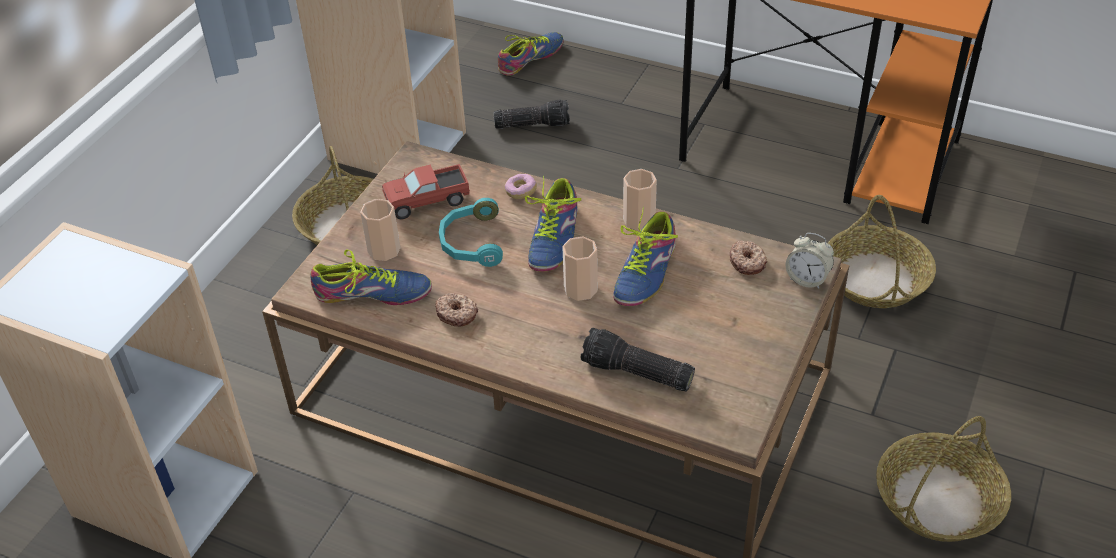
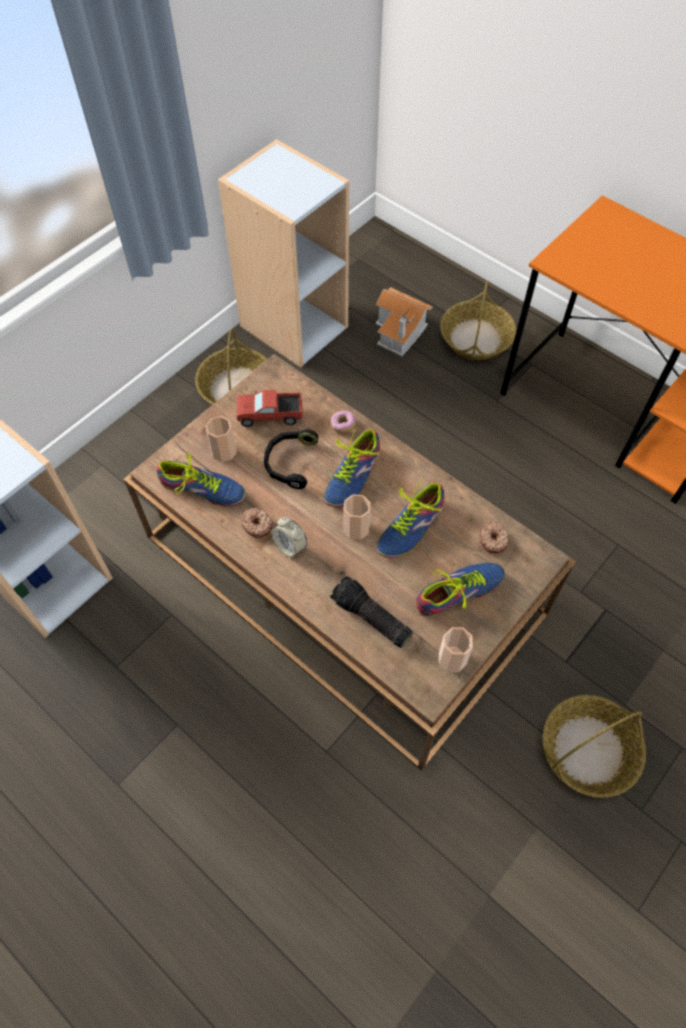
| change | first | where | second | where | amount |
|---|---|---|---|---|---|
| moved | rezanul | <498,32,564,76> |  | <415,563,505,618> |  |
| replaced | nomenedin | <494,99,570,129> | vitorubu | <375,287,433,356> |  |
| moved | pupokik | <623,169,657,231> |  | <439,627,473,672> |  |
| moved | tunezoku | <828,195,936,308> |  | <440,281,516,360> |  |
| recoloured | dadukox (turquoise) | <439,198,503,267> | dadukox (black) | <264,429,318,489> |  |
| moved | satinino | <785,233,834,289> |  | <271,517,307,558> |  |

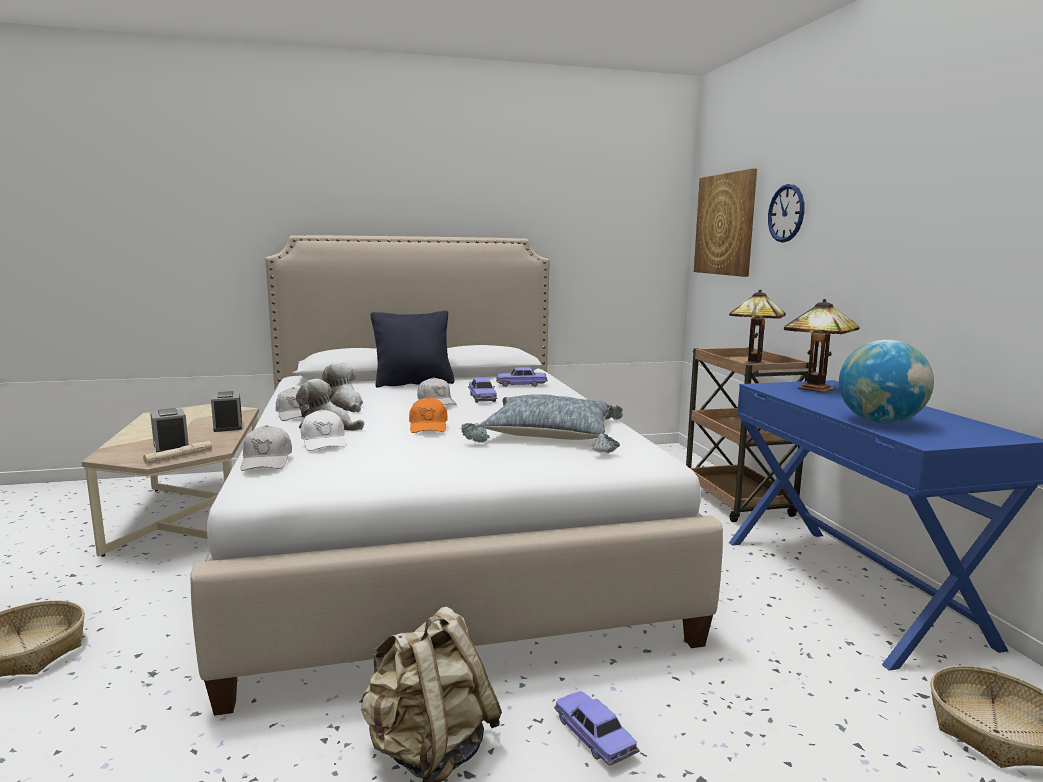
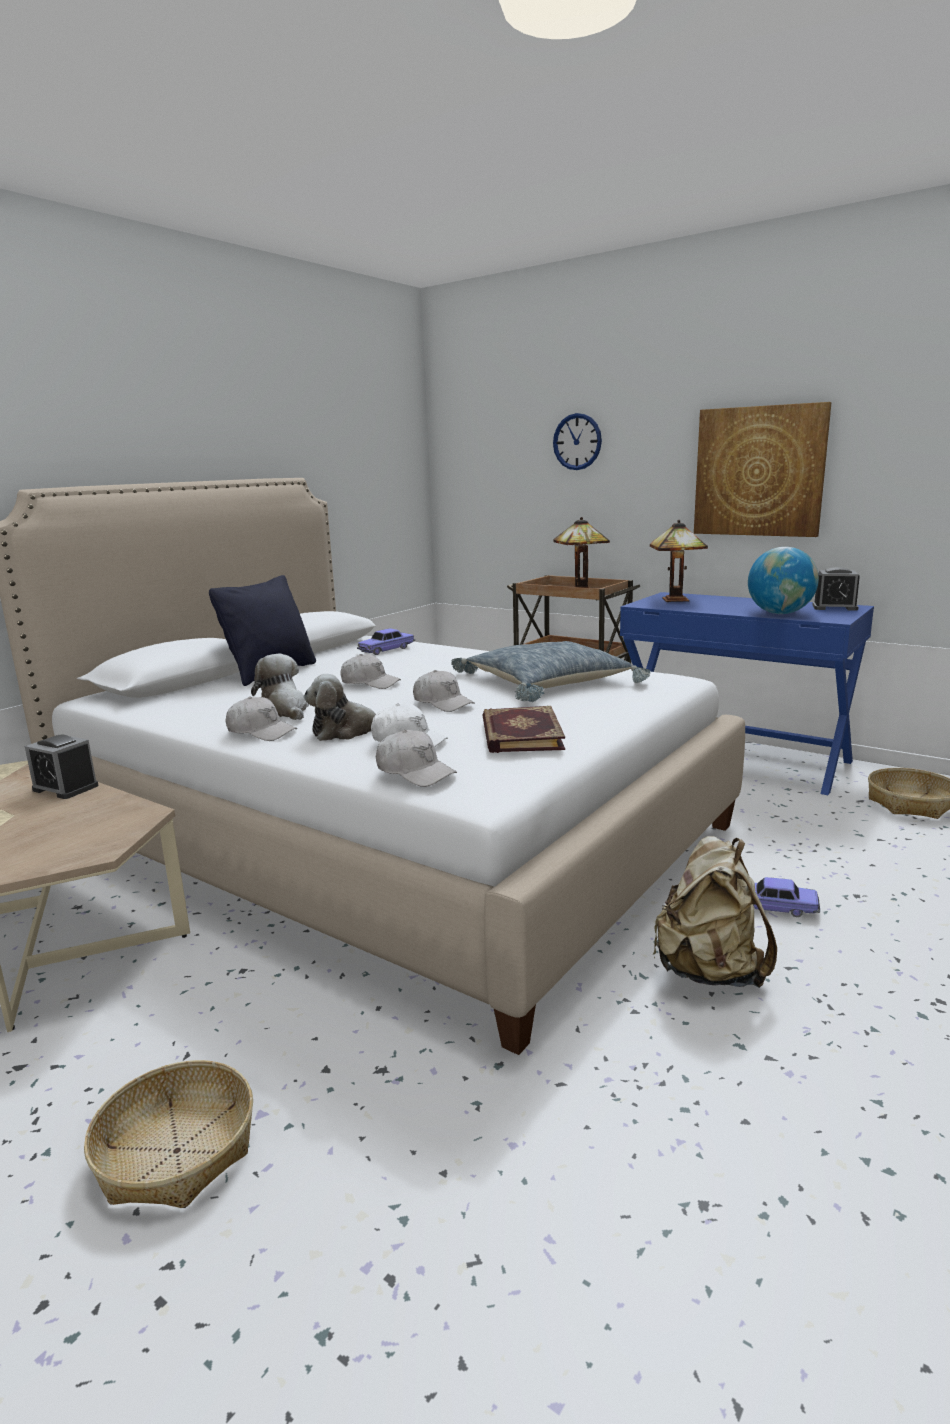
| change | first | where | second | where | amount |
|---|---|---|---|---|---|
| moved | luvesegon | <694,168,757,277> |  | <694,402,832,537> |  |
| turned | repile | <322,363,363,412> |  | <251,654,309,720> | 45 degrees clockwise |
| removed | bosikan | <468,378,497,403> |  |  |  |
| recoloured | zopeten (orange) | <409,397,448,433> | zopeten (white) | <413,670,475,712> |  |
| moved | satinino | <150,408,189,453> |  | <813,567,860,611> |  |
| removed | nomenedin (beige) | <143,441,212,464> |  |  |  |
| added |  |  | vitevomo | <483,706,565,753> |  |

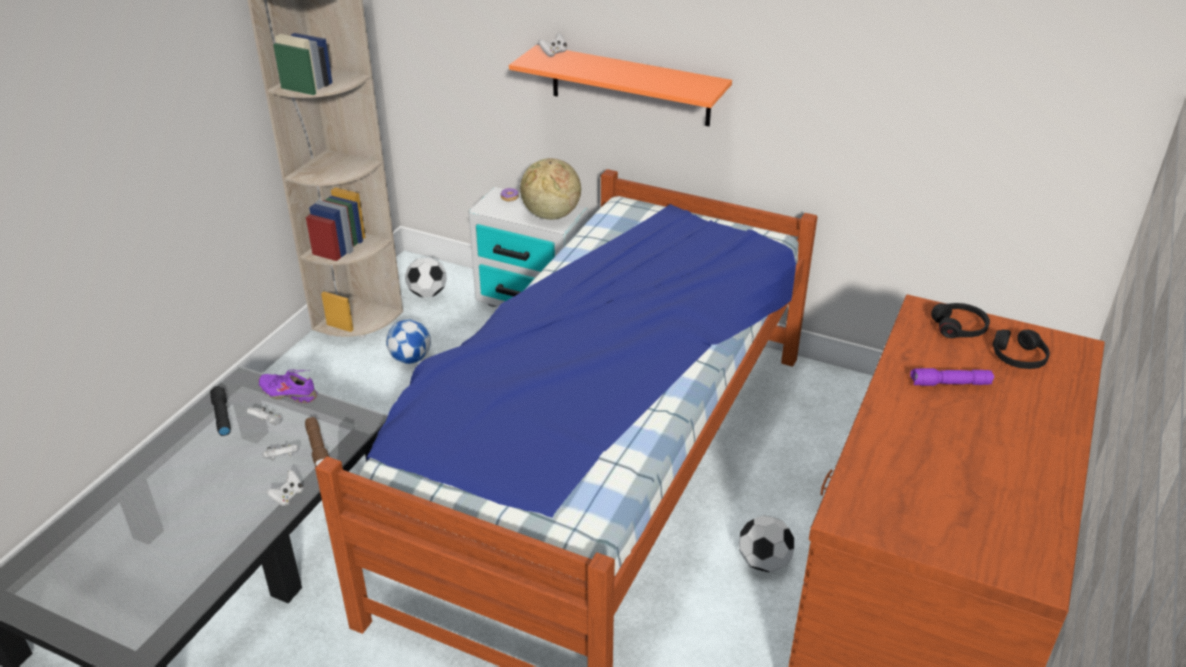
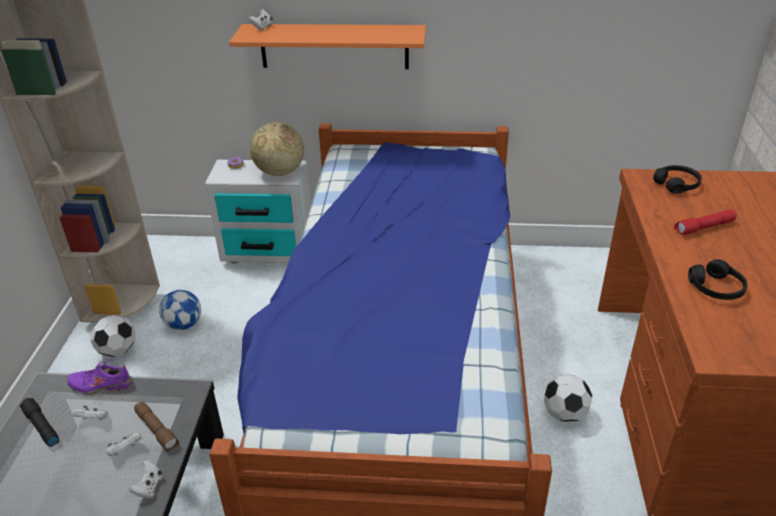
| change | first | where | second | where | amount |
|---|---|---|---|---|---|
| moved | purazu | <405,257,447,298> |  | <91,315,136,357> |  |
| moved | dadukox (black) | <993,330,1050,369> |  | <688,259,747,300> |  |
| recoloured | nomenedin (purple) | <910,368,994,386> | nomenedin (red) | <674,210,737,235> |  |

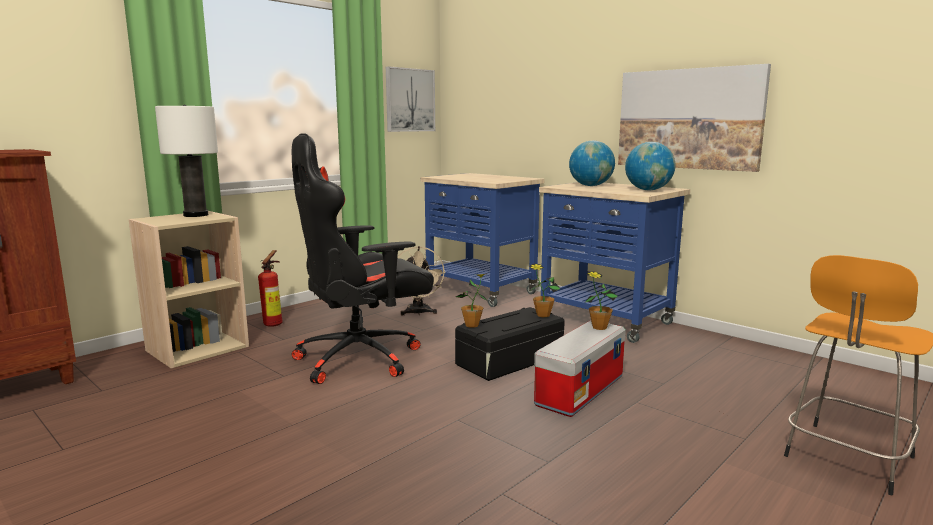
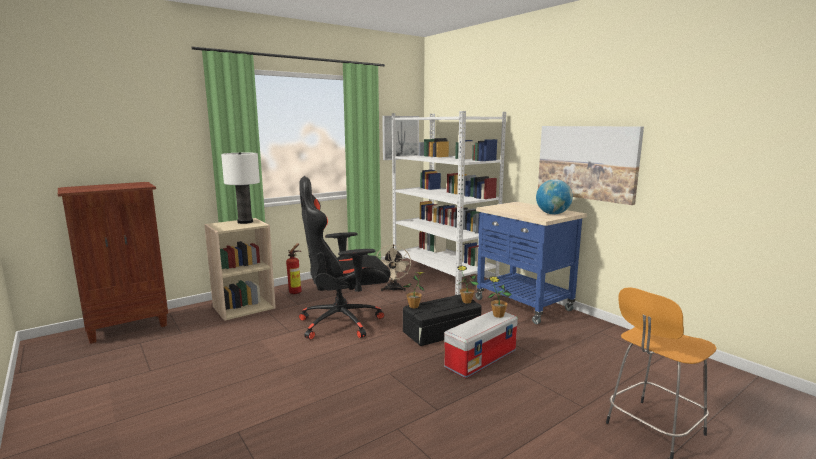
| change | first | where | second | where | amount |
|---|---|---|---|---|---|
| removed | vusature | <569,141,615,186> |  |  |  |
| replaced | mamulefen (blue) | <420,173,544,307> | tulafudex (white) | <392,111,506,295> |  |

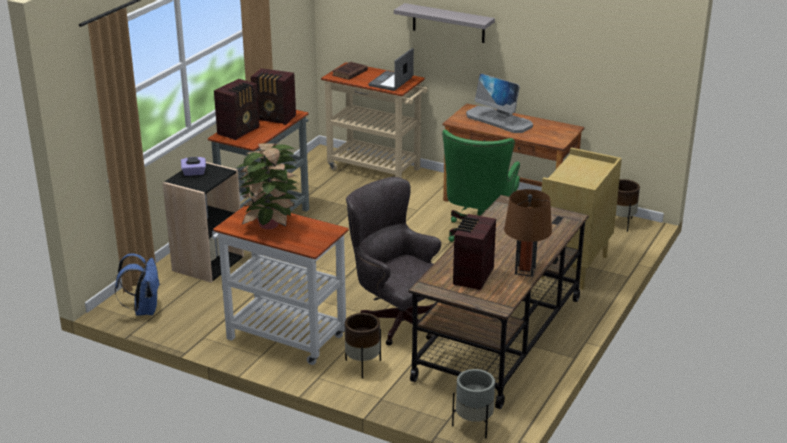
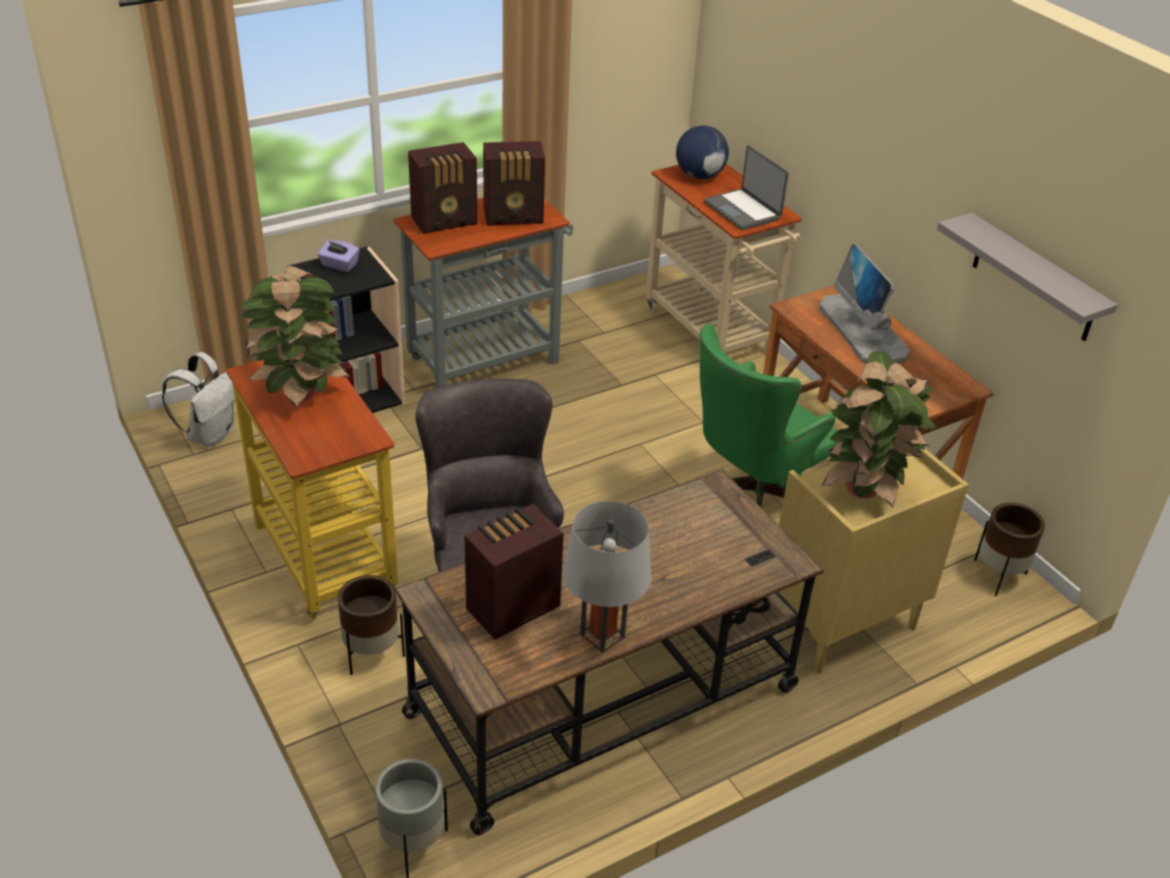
| change | first | where | second | where | amount |
|---|---|---|---|---|---|
| moved | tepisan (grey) | <394,3,495,43> |  | <937,213,1118,341> |  |
| turned | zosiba | <368,48,414,91> |  | <704,146,789,230> | 90 degrees counterclockwise |
| replaced | vitevomo (brown) | <332,62,368,80> | vusature | <676,125,729,179> |  |
| turned | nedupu | <251,68,296,124> |  | <483,141,545,226> | 60 degrees counterclockwise |
| recoloured | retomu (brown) | <504,189,552,277> | retomu (grey) | <563,501,651,653> |  |
| recoloured | mamulefen (white) | <212,206,349,365> | mamulefen (yellow) | <226,360,398,620> |  |
| recoloured | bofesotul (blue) | <115,253,160,315> | bofesotul (white) | <162,352,235,447> |  |
| added |  |  | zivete | <822,351,937,507> |  |

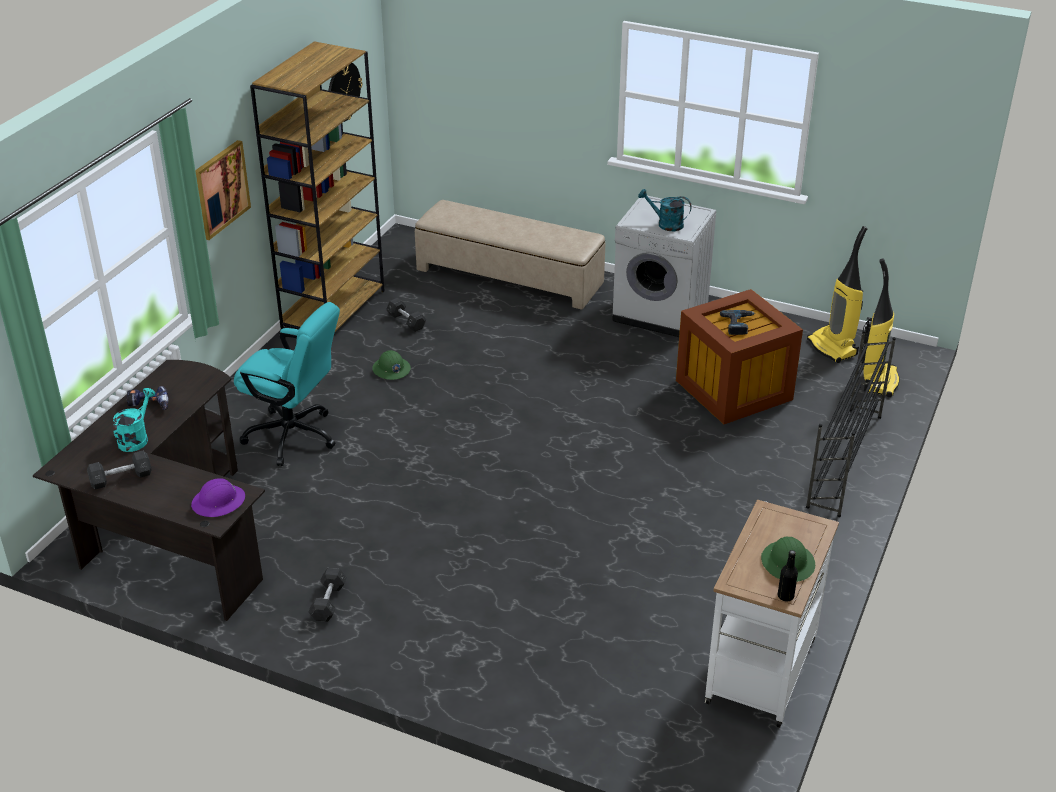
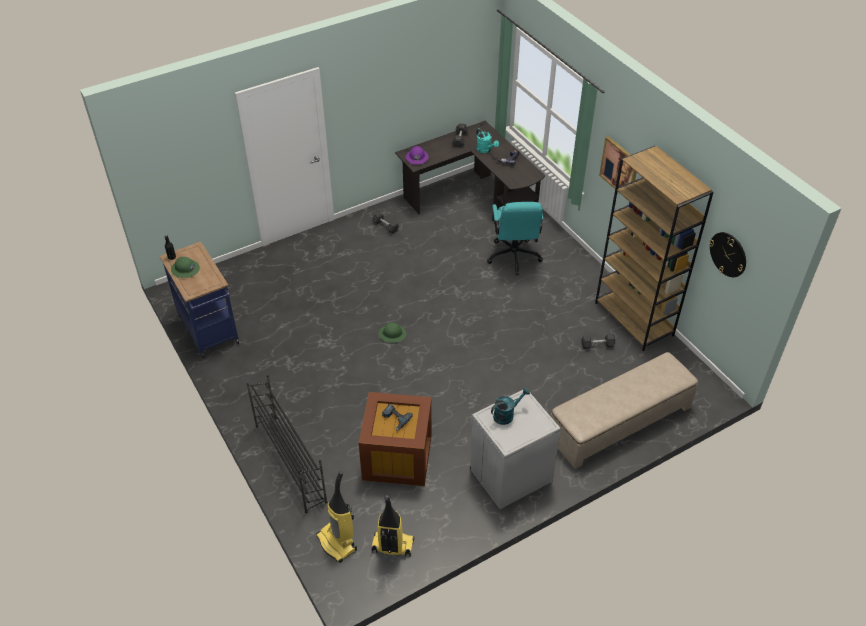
| change | first | where | second | where | amount |
|---|---|---|---|---|---|
| turned | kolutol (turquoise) | <234,302,340,466> |  | <487,202,543,275> | 60 degrees counterclockwise |
| moved | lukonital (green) | <372,350,411,380> |  | <379,323,406,343> |  |
| recoloured | mamulefen (white) | <705,500,839,728> | mamulefen (blue) | <160,241,239,358> |  |

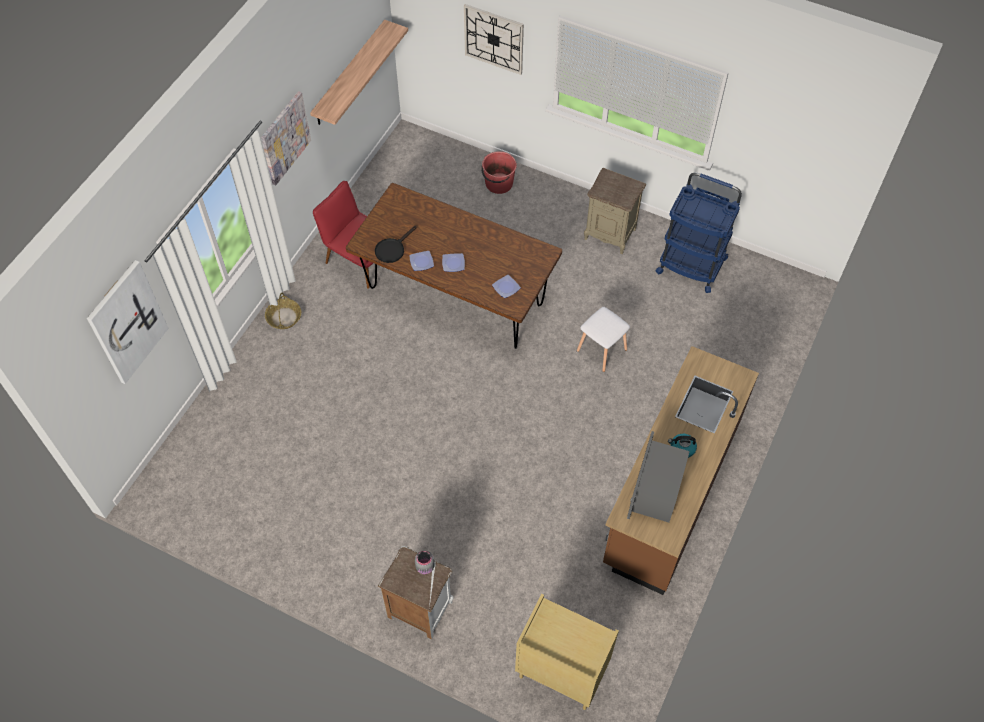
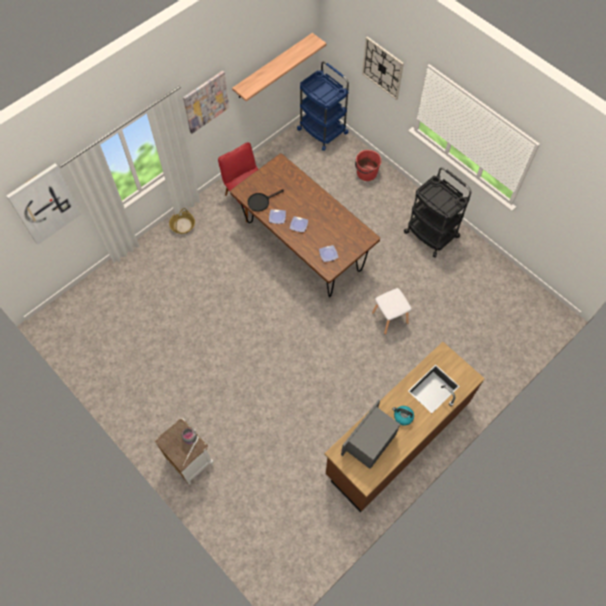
| change | first | where | second | where | amount |
|---|---|---|---|---|---|
| replaced | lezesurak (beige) | <584,168,646,254> | mamulefen (black) | <404,167,471,257> |  |
| moved | mamulefen (blue) | <656,173,742,293> |  | <297,61,349,151> |  |
| removed | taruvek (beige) | <515,594,619,710> |  |  |  |

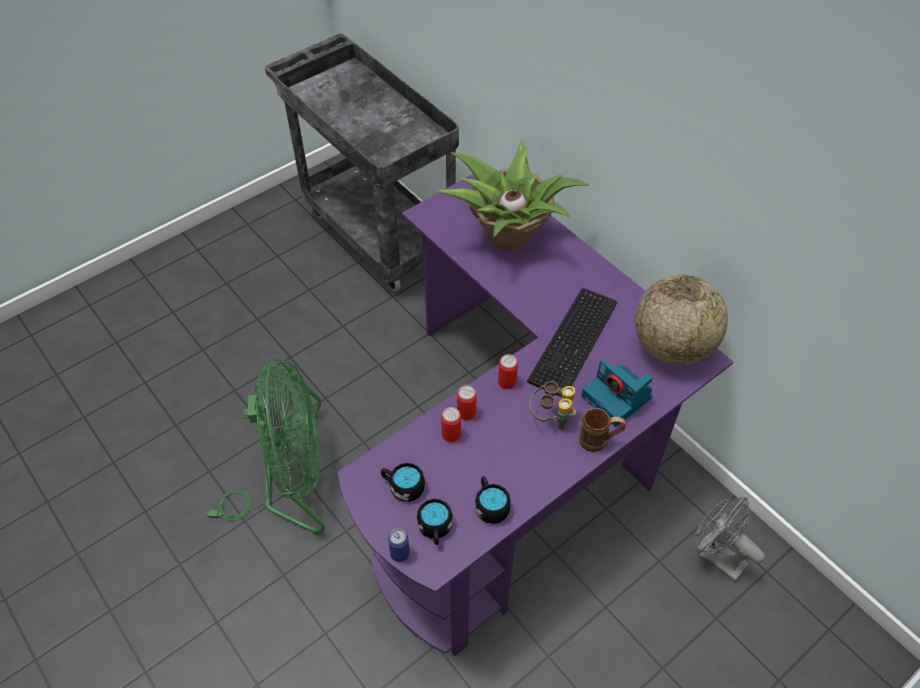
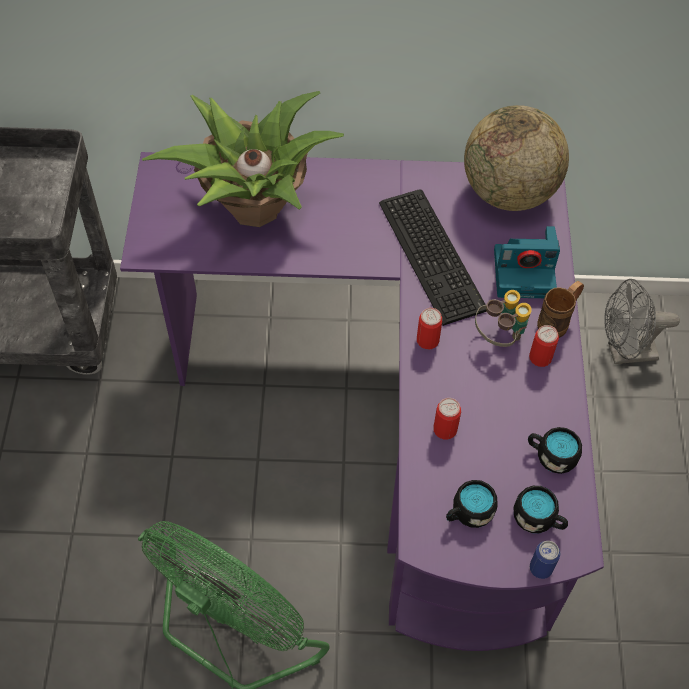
| change | first | where | second | where | amount |
|---|---|---|---|---|---|
| moved | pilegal | <457,385,477,420> |  | <529,325,559,367> |  |

